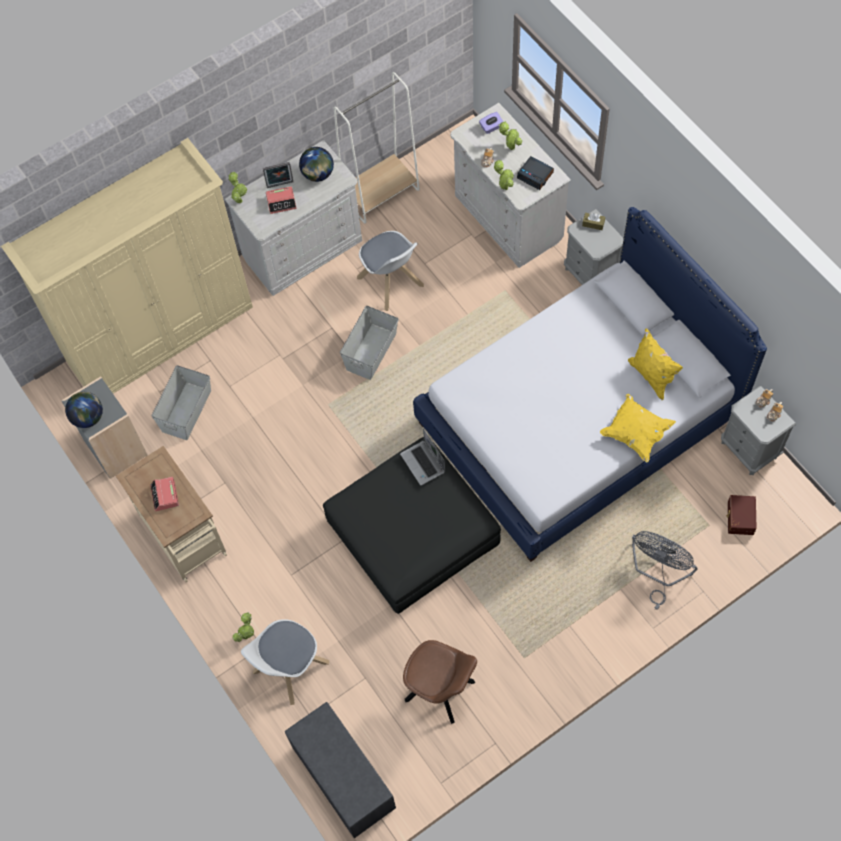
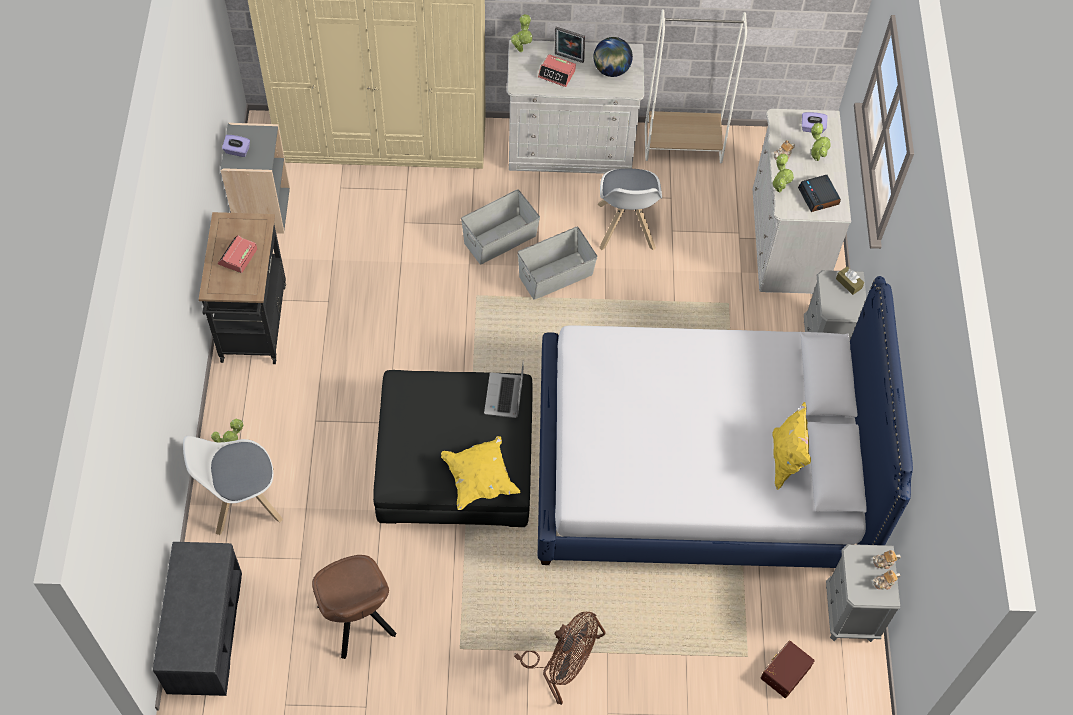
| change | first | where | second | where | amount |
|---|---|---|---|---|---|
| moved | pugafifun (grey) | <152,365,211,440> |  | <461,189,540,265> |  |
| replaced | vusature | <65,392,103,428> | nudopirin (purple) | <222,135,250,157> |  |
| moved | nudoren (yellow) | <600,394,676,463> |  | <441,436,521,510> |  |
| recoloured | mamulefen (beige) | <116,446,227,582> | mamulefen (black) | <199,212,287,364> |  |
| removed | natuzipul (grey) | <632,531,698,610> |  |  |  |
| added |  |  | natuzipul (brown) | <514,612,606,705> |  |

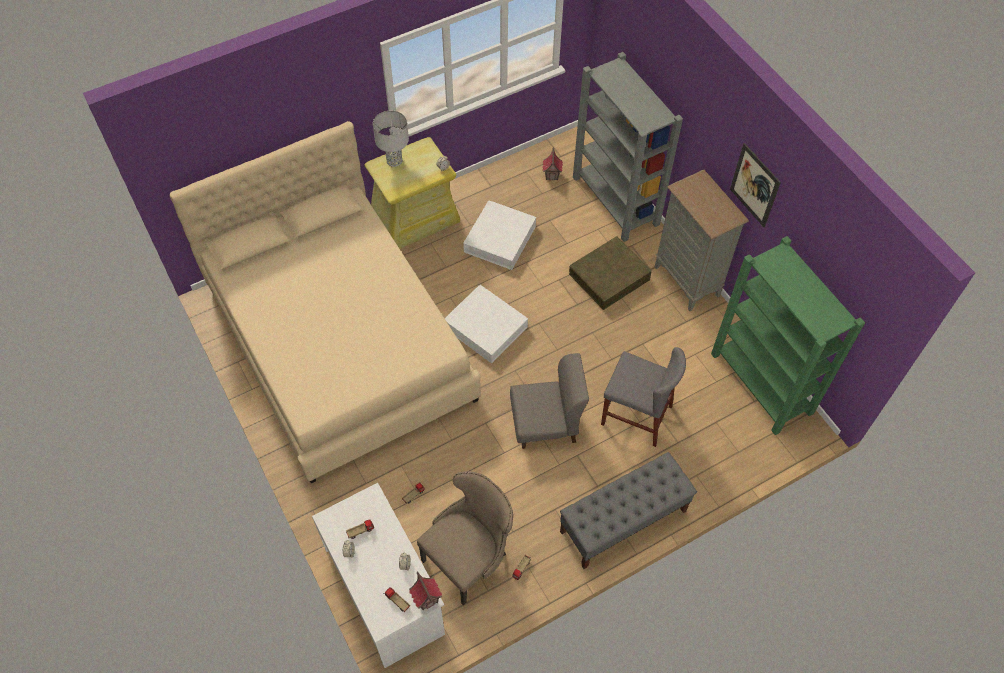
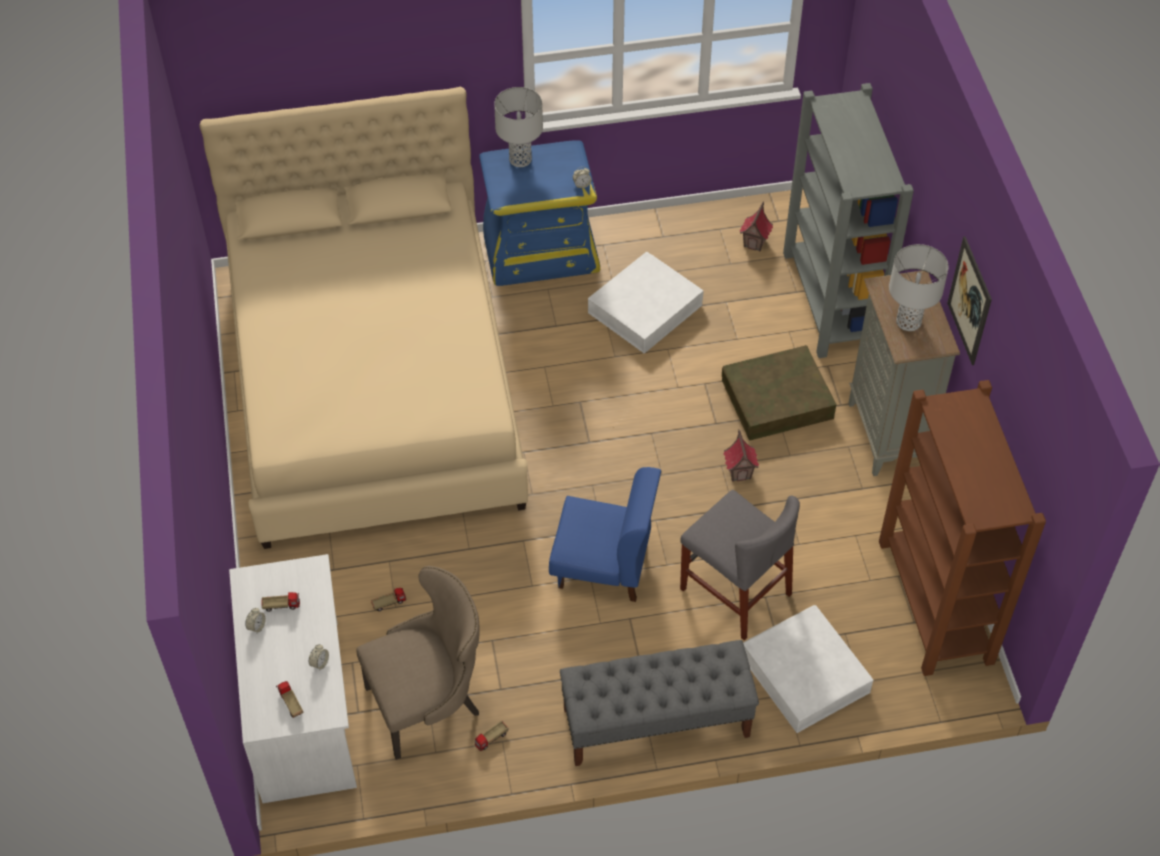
| change | first | where | second | where | amount |
|---|---|---|---|---|---|
| recoloured | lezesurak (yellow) | <364,137,460,249> | lezesurak (blue) | <479,140,600,286> |  |
| recoloured | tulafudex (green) | <711,236,865,435> | tulafudex (brown) | <879,380,1046,676> |  |
| moved | pugafifun (white) | <445,285,528,363> |  | <743,605,873,733> |  |
| recoloured | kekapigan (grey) | <510,353,589,449> | kekapigan (blue) | <549,467,661,602> |  |
| moved | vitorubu | <409,571,442,610> |  | <723,430,759,482> |  |
| added |  |  | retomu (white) | <889,244,949,331> |  |

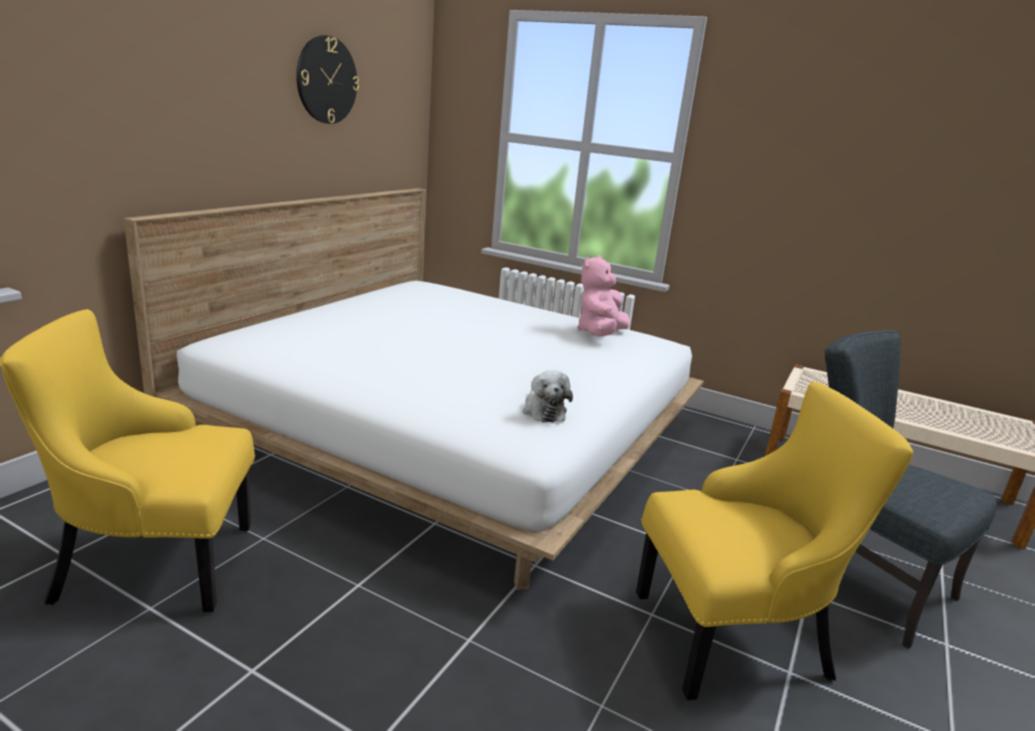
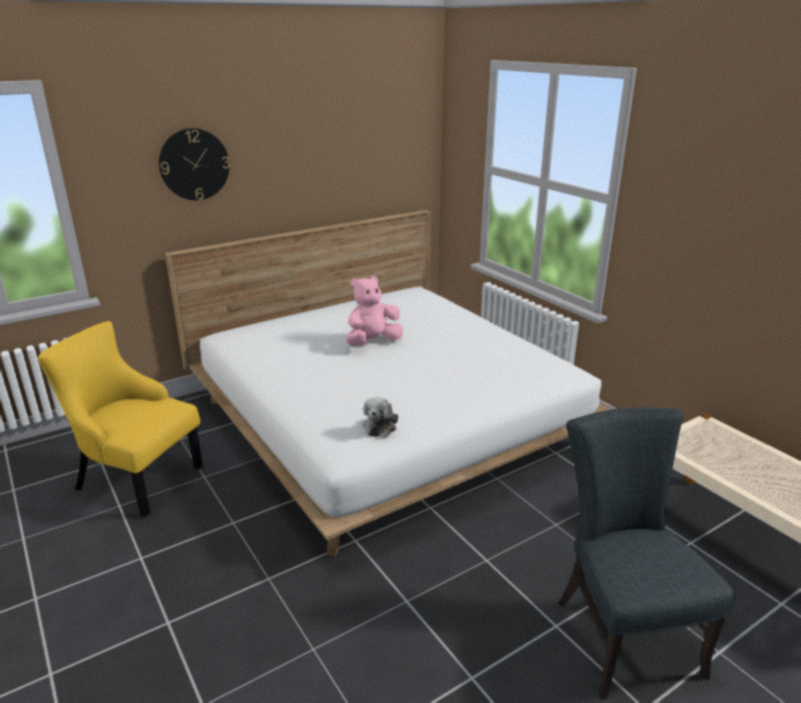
| change | first | where | second | where | amount |
|---|---|---|---|---|---|
| moved | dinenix | <296,35,359,124> |  | <159,128,230,200> |  |
| moved | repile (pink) | <577,255,630,337> |  | <346,276,403,346> |  |
| removed | kekapigan (yellow) | <636,381,913,700> |  |  |  |

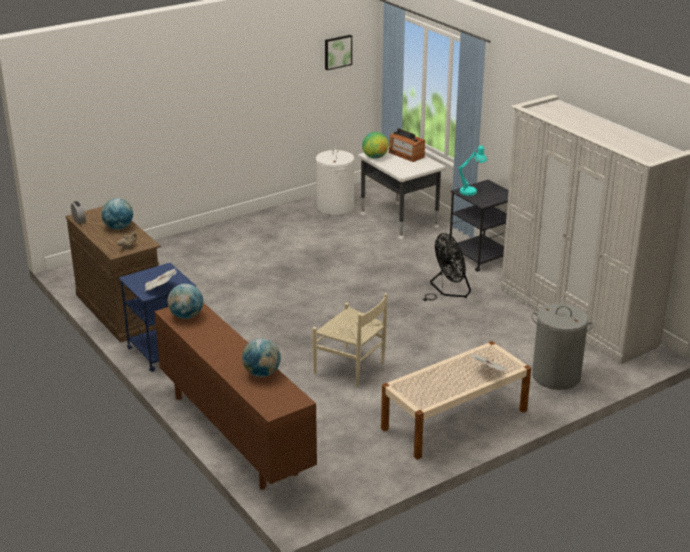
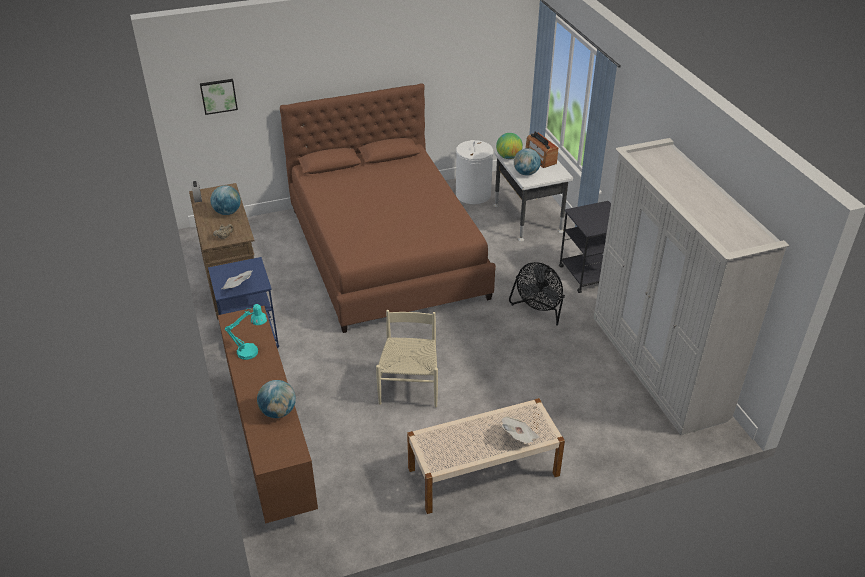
| change | first | where | second | where | amount |
|---|---|---|---|---|---|
| moved | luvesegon | <325,35,352,70> |  | <200,79,238,115> |  |
| moved | retomu (turquoise) | <458,146,487,196> |  | <225,304,267,360> |  |
| turned | natuzipul (black) | <422,233,471,301> |  | <509,262,565,326> | 135 degrees clockwise |
| moved | vusature | <168,284,203,319> |  | <514,148,541,176> |  |
| turned | kekapigan (beige) | <313,293,387,387> |  | <376,310,438,408> | 135 degrees counterclockwise |
| removed | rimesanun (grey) | <531,303,594,390> |  |  |  |
| added |  |  | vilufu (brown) | <280,83,496,333> |  |

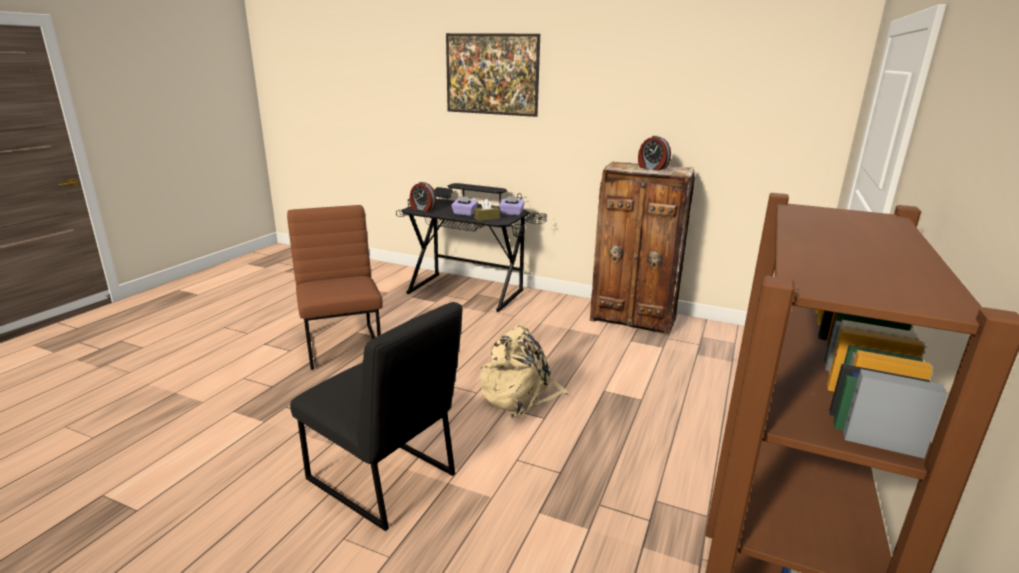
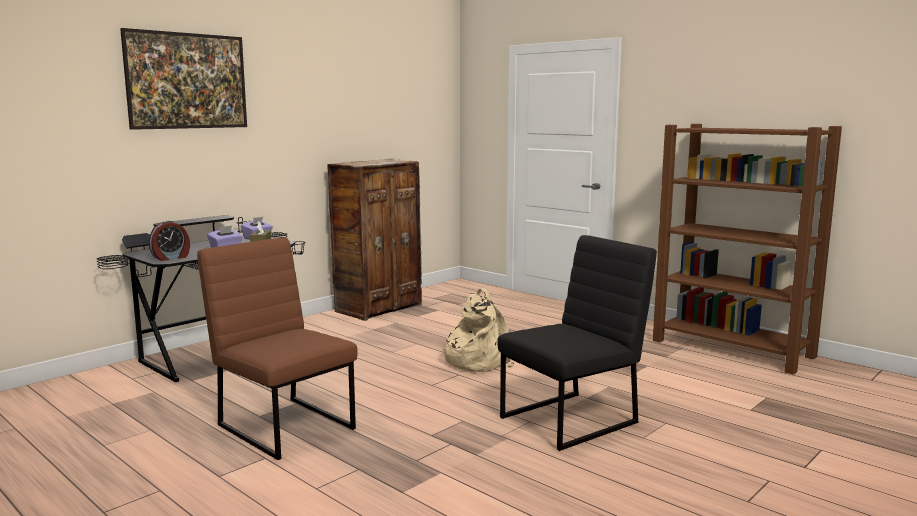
| change | first | where | second | where | amount |
|---|---|---|---|---|---|
| removed | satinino | <638,136,671,171> |  |  |  |
| turned | kekapigan (brown) | <287,205,383,370> |  | <197,237,358,460> | 45 degrees clockwise |

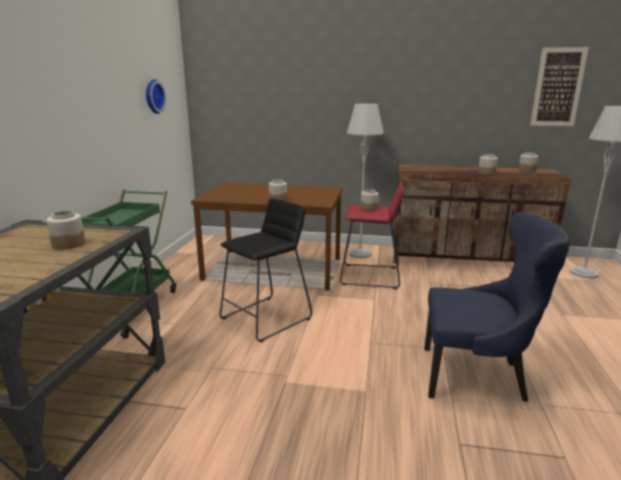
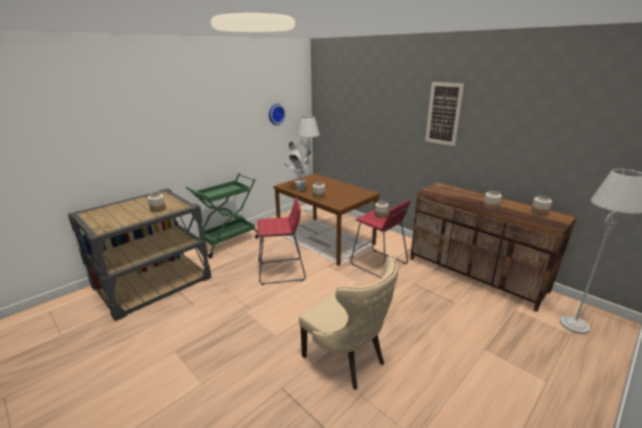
| change | first | where | second | where | amount |
|---|---|---|---|---|---|
| moved | luvesegon | <530,47,589,126> |  | <425,82,464,146> |  |
| moved | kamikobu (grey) | <347,104,384,258> |  | <296,116,320,212> |  |
| recoloured | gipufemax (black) | <219,198,312,342> | gipufemax (red) | <257,197,306,285> |  |
| recoloured | kekapigan (blue) | <425,212,570,402> | kekapigan (beige) | <299,256,398,390> |  |
| added |  |  | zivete | <284,142,311,191> |  |

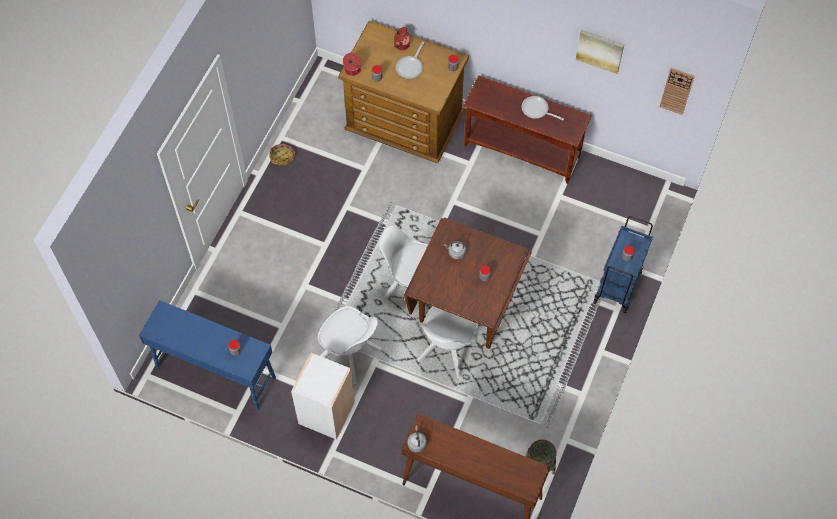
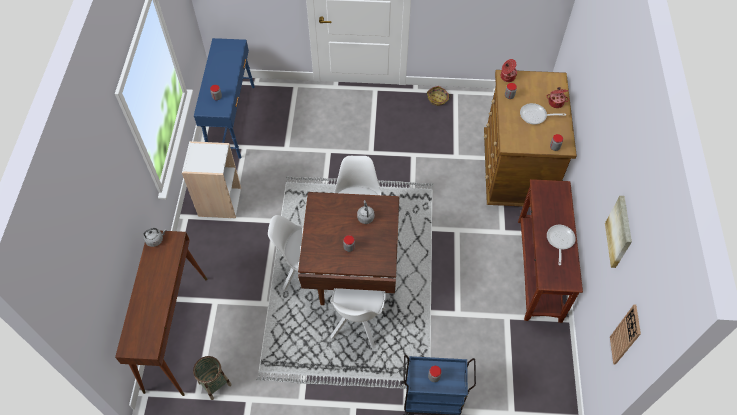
| change | first | where | second | where | amount |
|---|---|---|---|---|---|
| moved | kekapigan (white) | <318,306,381,384> |  | <330,288,386,349> |  |

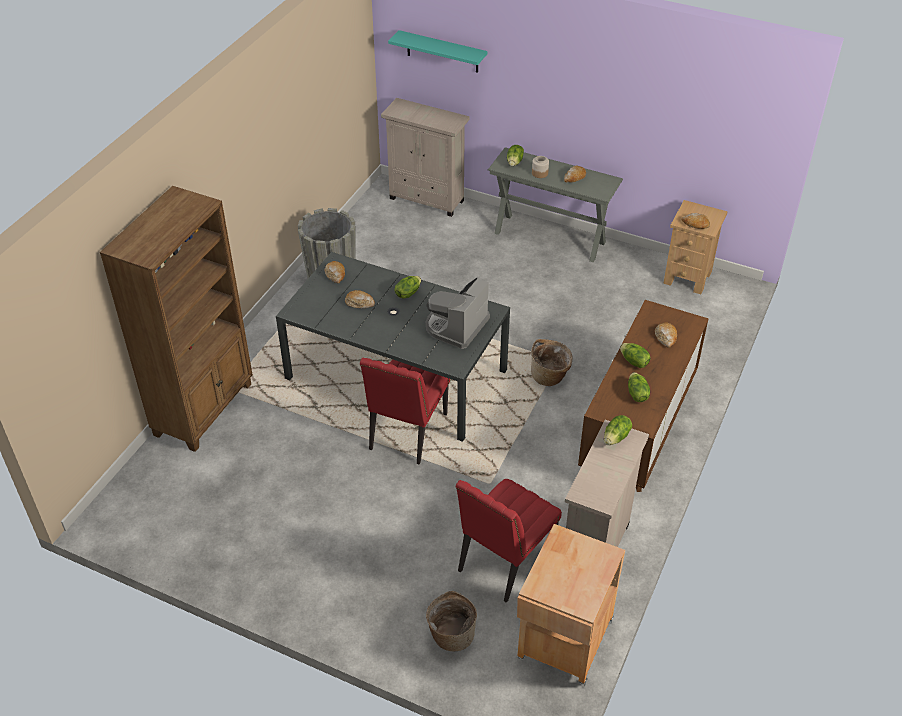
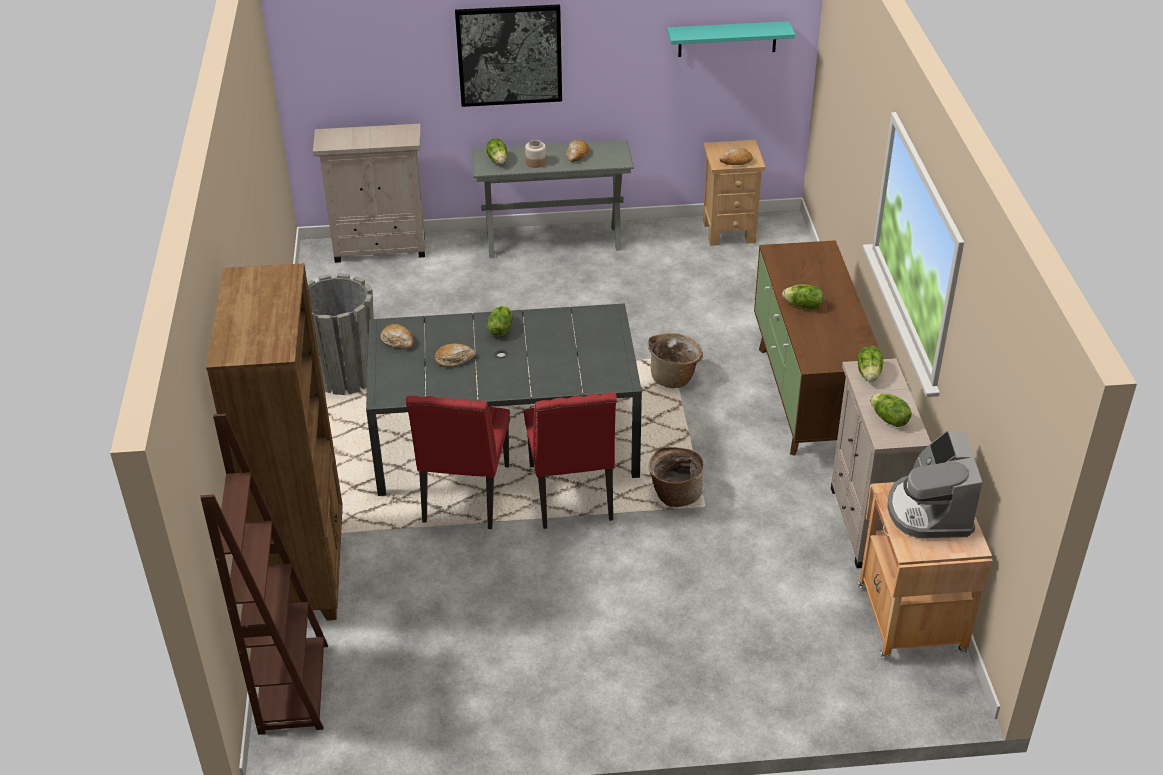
| change | first | where | second | where | amount |
|---|---|---|---|---|---|
| moved | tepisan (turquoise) | <388,30,488,73> |  | <667,21,795,57> |  |
| moved | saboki | <426,277,490,349> |  | <887,431,982,538> |  |
| removed | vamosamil | <655,322,677,348> |  |  |  |
| moved | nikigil | <628,372,650,402> |  | <870,393,912,427> |  |
| moved | kekapigan (red) | <456,479,562,603> |  | <406,396,510,529> |  |
| moved | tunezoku | <426,591,477,651> |  | <648,447,704,507> |  |
| added |  |  | luvesegon | <455,4,562,107> |  |
| added |  |  | tulafudex (brown) | <200,414,328,735> |  |

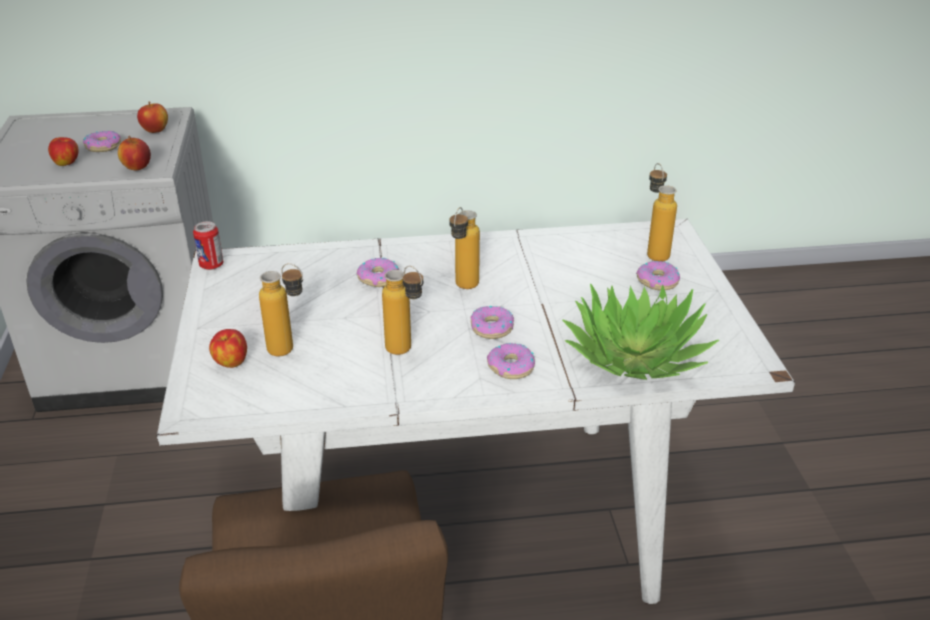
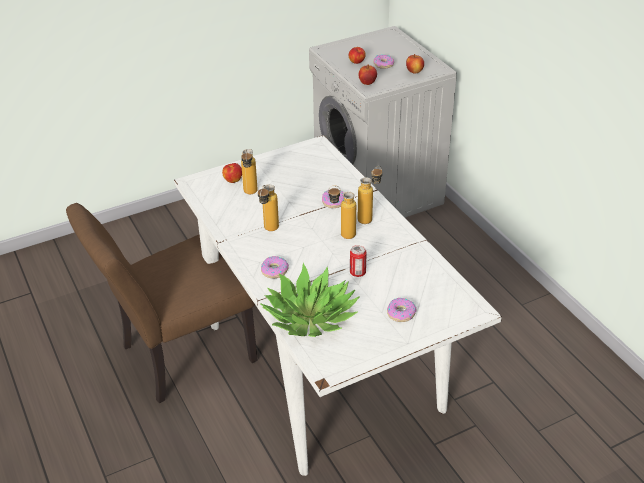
| change | first | where | second | where | amount |
|---|---|---|---|---|---|
| moved | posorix | <647,163,677,262> |  | <358,166,382,224> |  |
| moved | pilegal | <193,221,224,270> |  | <350,245,367,277> |  |
| removed | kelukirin | <471,306,514,339> |  |  |  |

